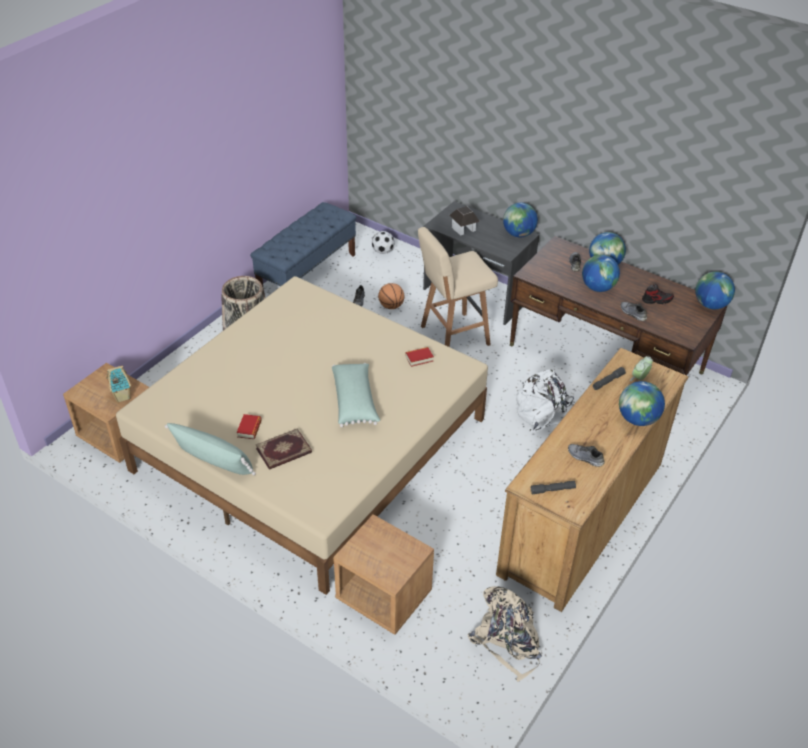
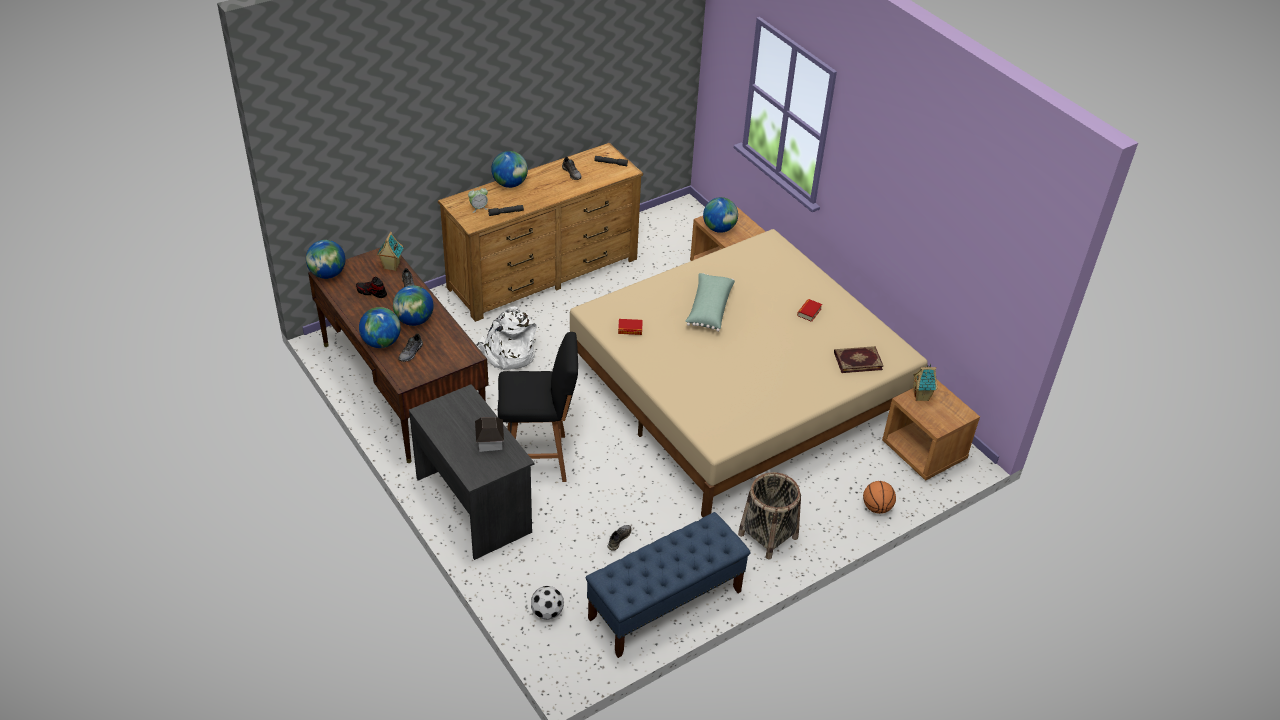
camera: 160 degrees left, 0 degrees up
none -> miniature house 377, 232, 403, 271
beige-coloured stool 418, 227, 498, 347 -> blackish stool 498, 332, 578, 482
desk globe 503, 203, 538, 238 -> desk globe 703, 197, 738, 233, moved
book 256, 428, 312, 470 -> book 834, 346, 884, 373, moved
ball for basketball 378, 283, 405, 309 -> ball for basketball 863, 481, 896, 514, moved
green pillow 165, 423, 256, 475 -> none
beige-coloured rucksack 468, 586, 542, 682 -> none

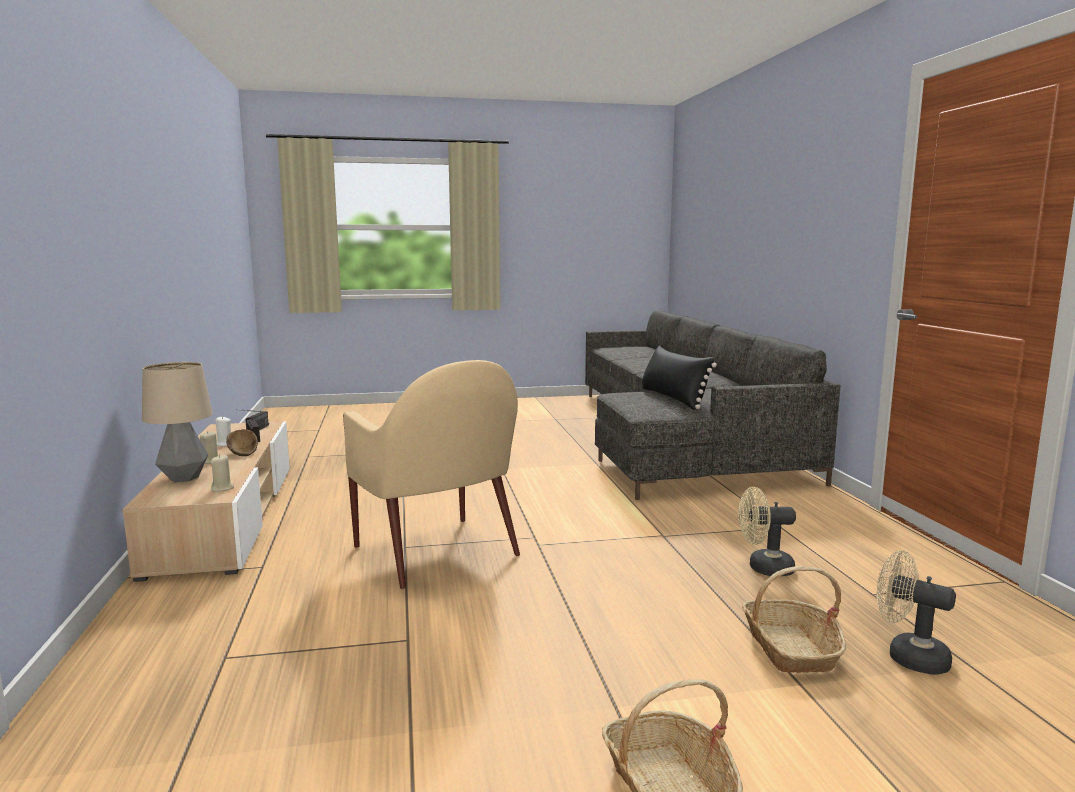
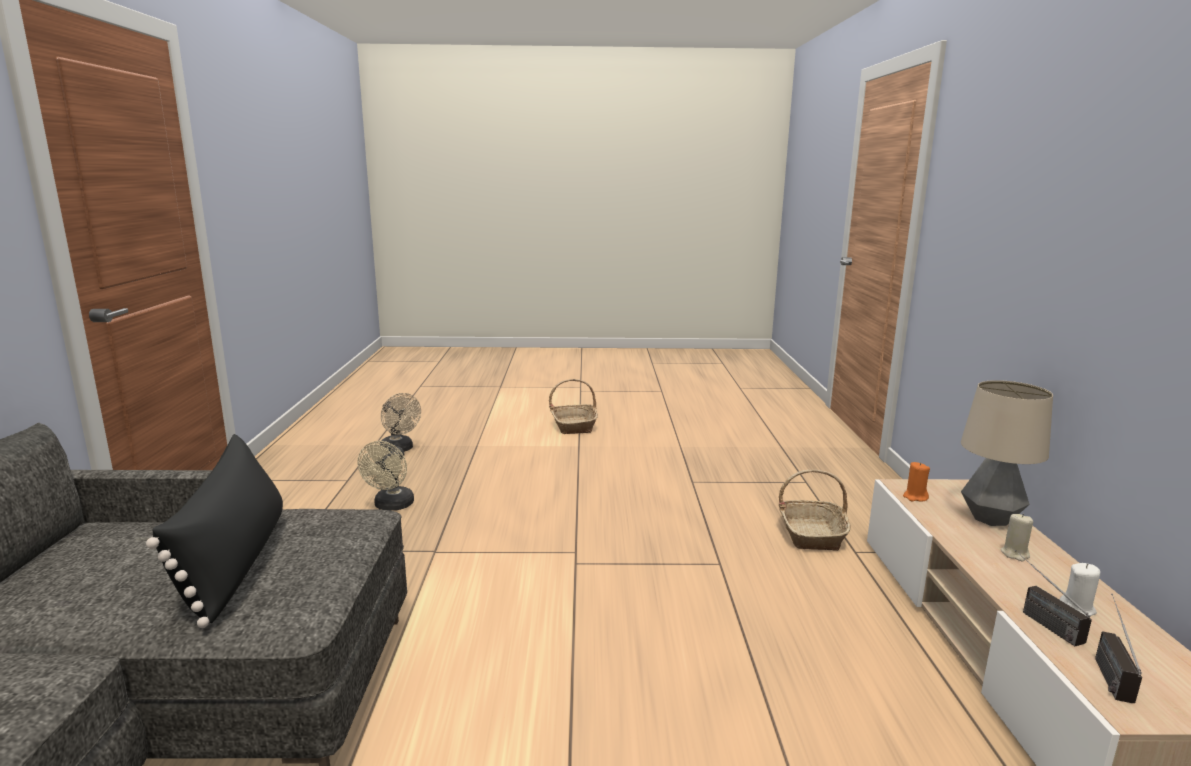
camera: 170 degrees left, 5 degrees up
beige-coloured fan 738, 487, 796, 576 -> beige-coloured fan 357, 441, 414, 511, 90 degrees clockwise
basket 742, 566, 846, 673 -> basket 779, 470, 851, 551, moved
beige-coloured candle 211, 455, 234, 491 -> orange candle 903, 462, 930, 502
brown-coloured serving bowl 226, 429, 258, 456 -> none
beige-coloured lounge chair 343, 360, 520, 589 -> none

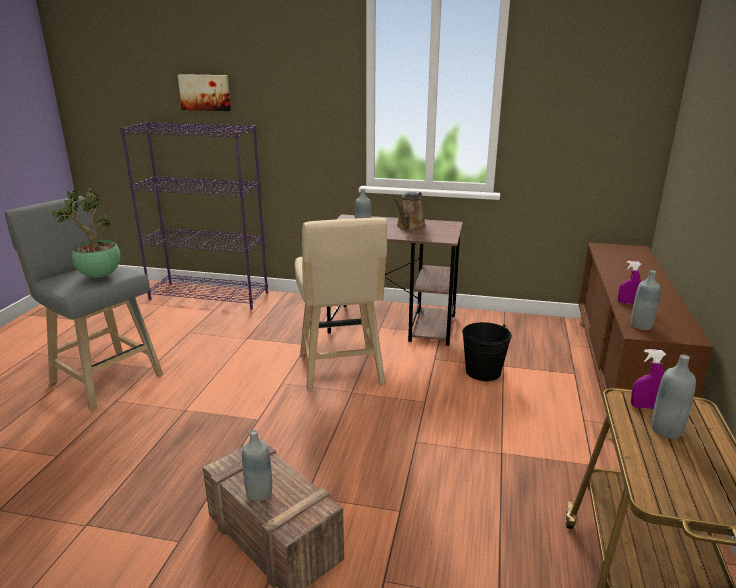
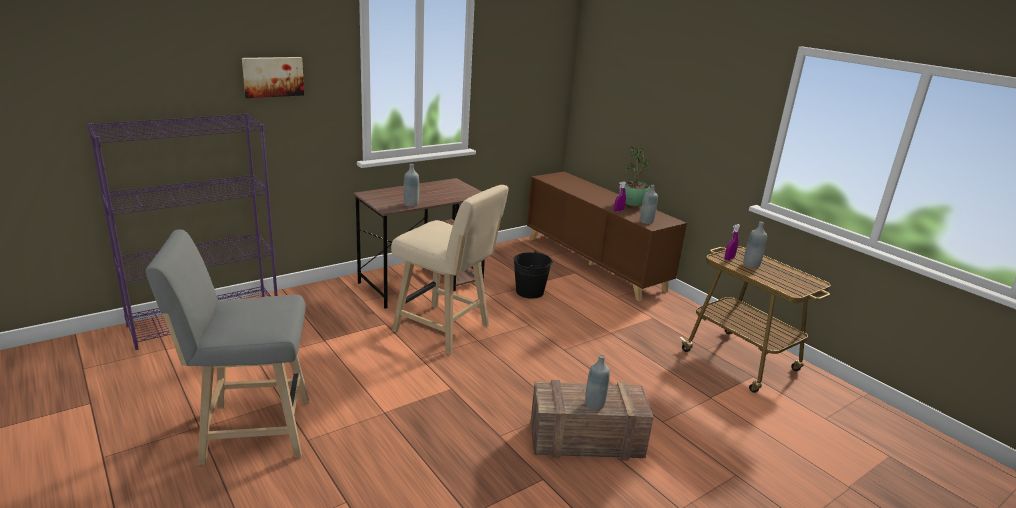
camera: 50 degrees left, 0 degrees up
picture 178, 74, 231, 111 -> picture 242, 57, 304, 98, moved
houseplant 52, 188, 121, 278 -> houseplant 620, 146, 650, 206, moved
brown-coloured watering pot 393, 192, 426, 230 -> none

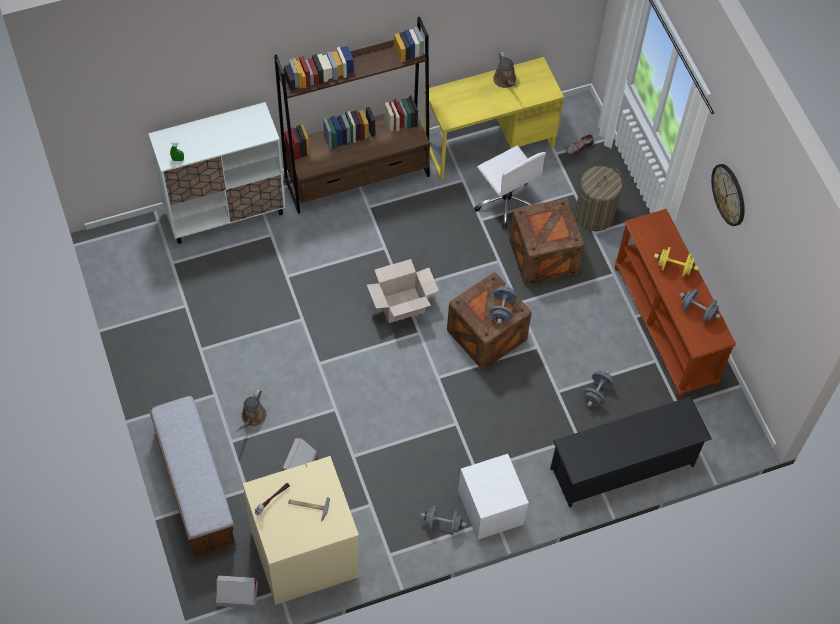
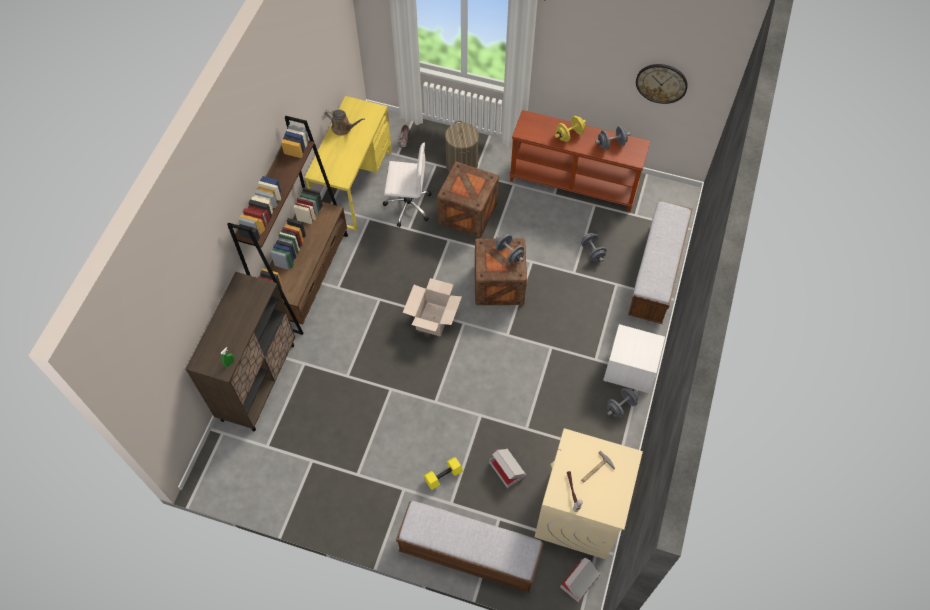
camera: 50 degrees left, 0 degrees up
white-coloured storage cabinet 148, 102, 286, 244 -> brown-coloured storage cabinet 186, 272, 295, 431
brown-coloured watering pot 236, 389, 266, 432 -> yellow free weight 424, 457, 463, 490
blackish shoe stand 550, 396, 712, 508 -> indoor bench 628, 200, 693, 324
clock on the wall 711, 164, 745, 226 -> clock on the wall 636, 64, 688, 104, moved

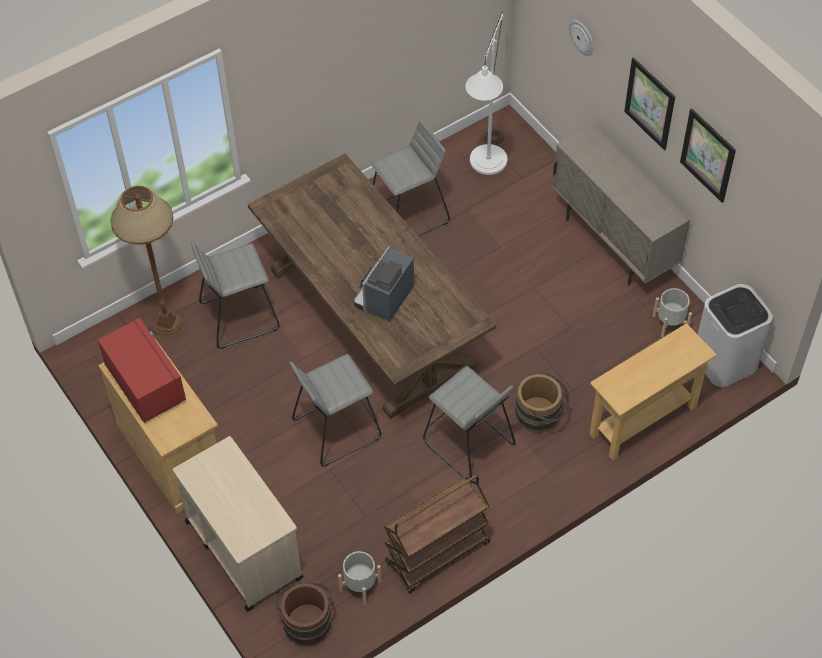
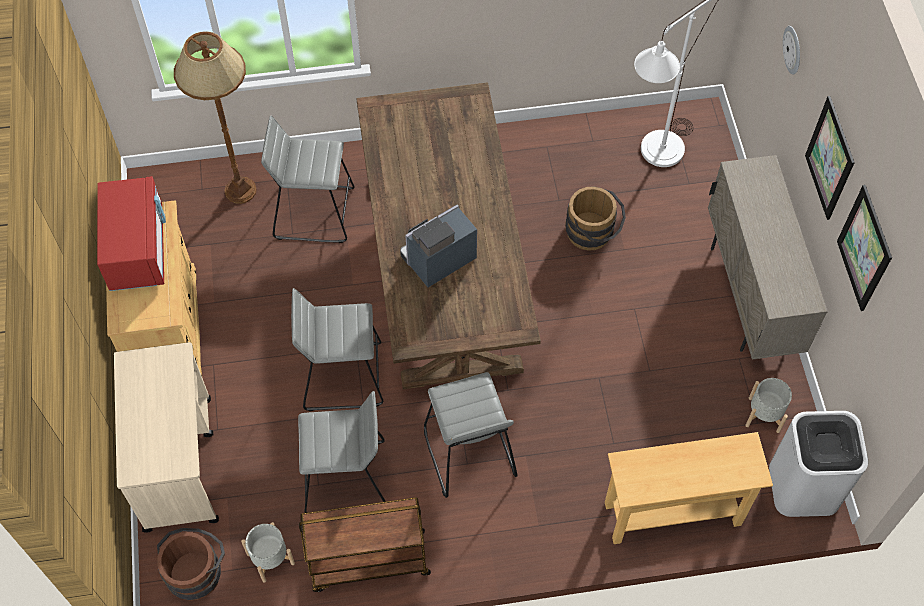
camera: 25 degrees right, 5 degrees up
grey stool 371, 120, 450, 237 -> grey stool 298, 391, 386, 513, moved
brown-coloured pail 515, 373, 570, 433 -> brown-coloured pail 565, 186, 626, 251, moved

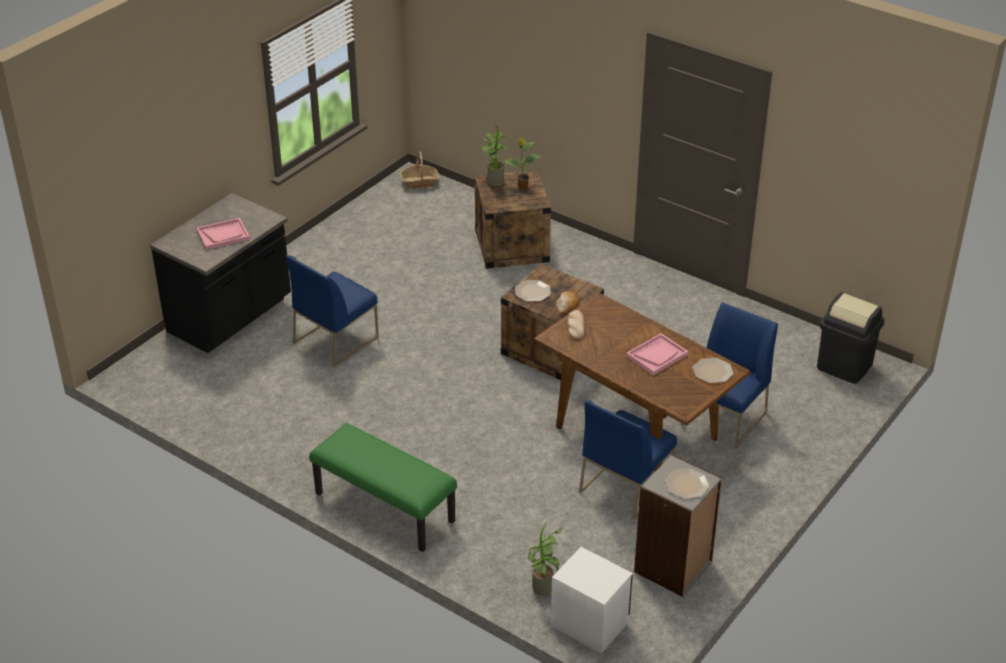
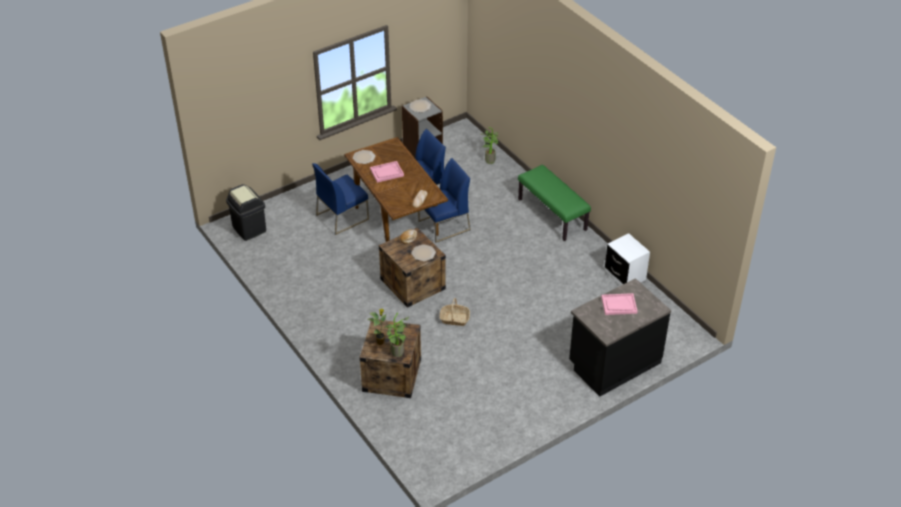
camera: 160 degrees left, 5 degrees up
blue-coloured plain chair 286, 255, 379, 367 -> blue-coloured plain chair 418, 158, 471, 243, moved
basket 400, 151, 439, 189 -> basket 440, 298, 470, 326, moved
white-coloured night table 551, 547, 633, 654 -> white-coloured night table 605, 233, 650, 285, moved

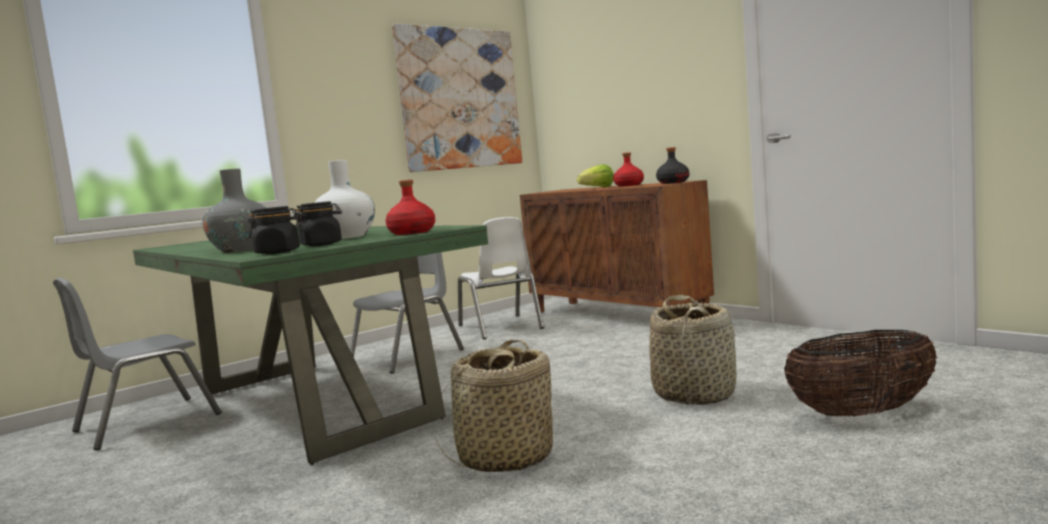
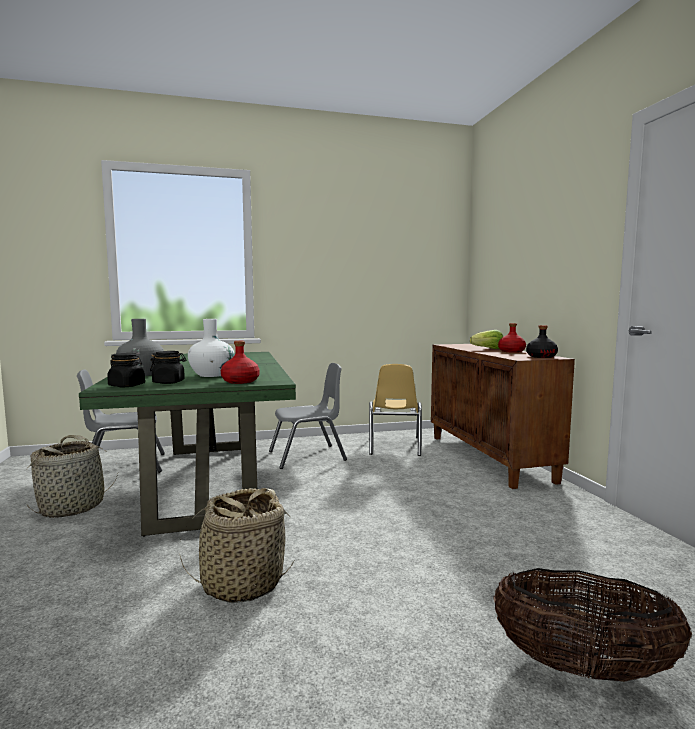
camera: 25 degrees right, 0 degrees up
basket 649, 295, 736, 405 -> basket 27, 435, 118, 518, moved
white-coloured plain chair 458, 217, 544, 339 -> yellow plain chair 369, 364, 422, 456
picture 392, 24, 522, 172 -> none

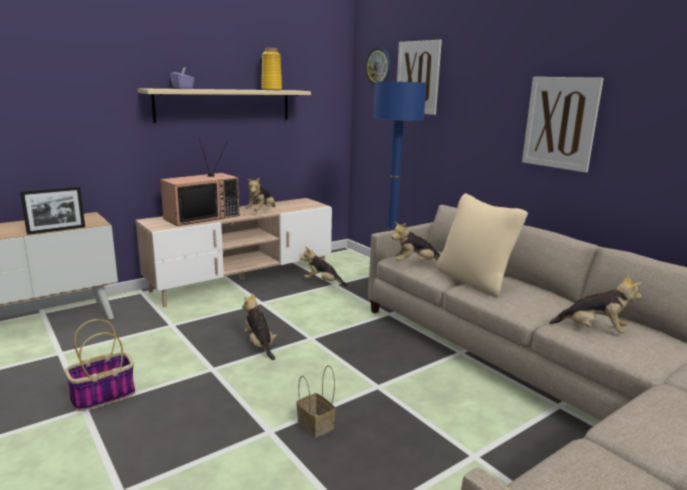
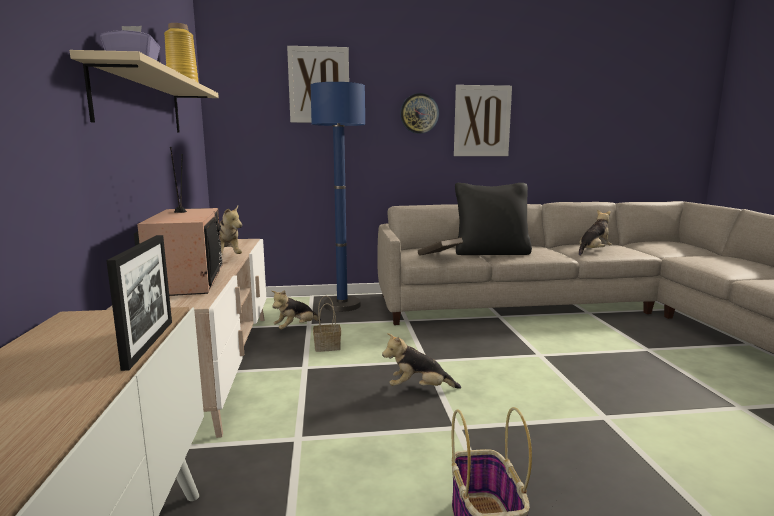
camera: 60 degrees left, 5 degrees down
basket 296, 365, 336, 438 -> basket 313, 296, 341, 352, moved
clock on the wall 366, 48, 391, 85 -> clock on the wall 400, 93, 439, 134, moved
soft toy 392, 222, 440, 261 -> brown-coloured book 418, 237, 464, 256
beige-coloured pillow 436, 193, 528, 297 -> blackish pillow 455, 183, 532, 255

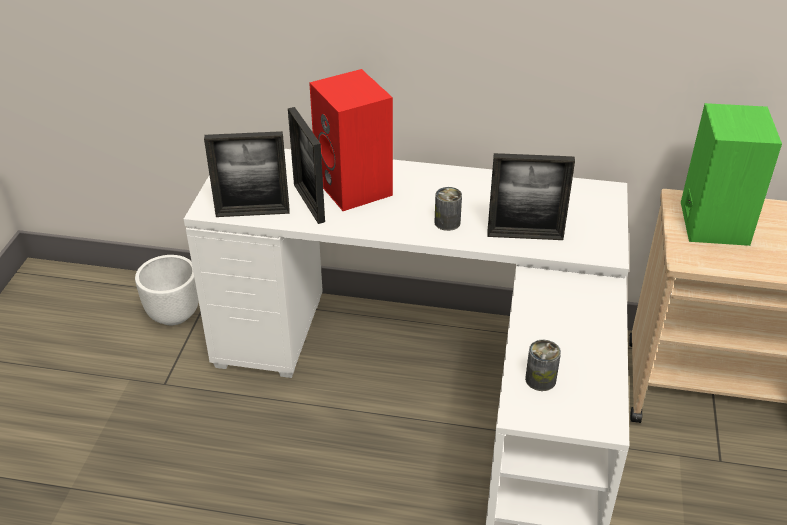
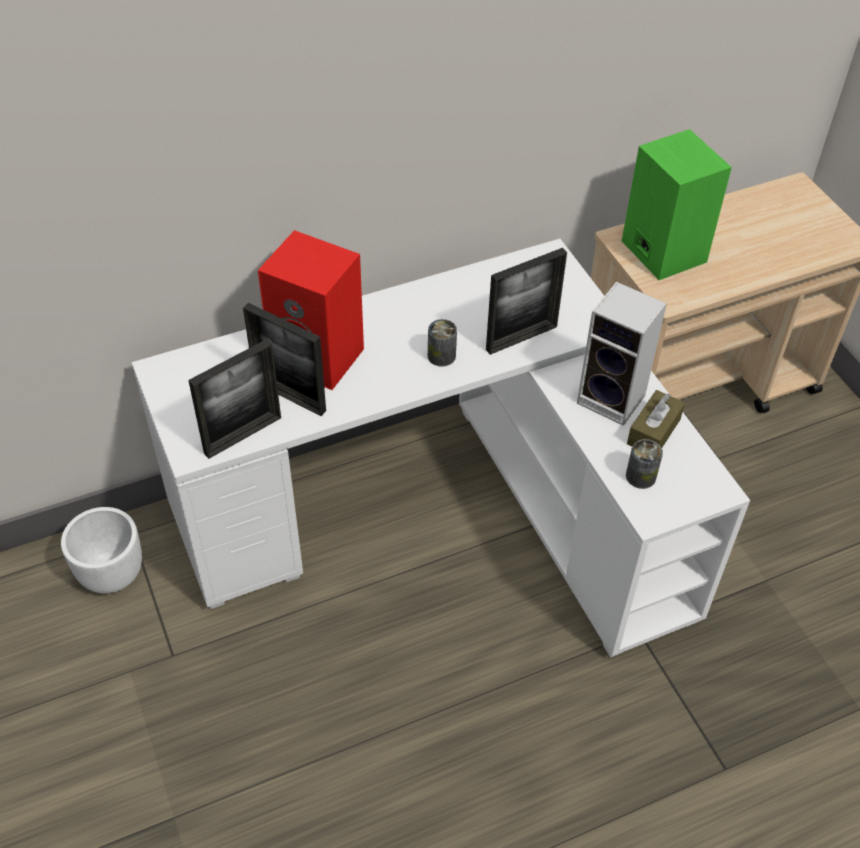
camera: 35 degrees left, 10 degrees up
none -> audio speaker 577, 282, 667, 426
none -> brown-coloured box of tissues 627, 390, 685, 448

